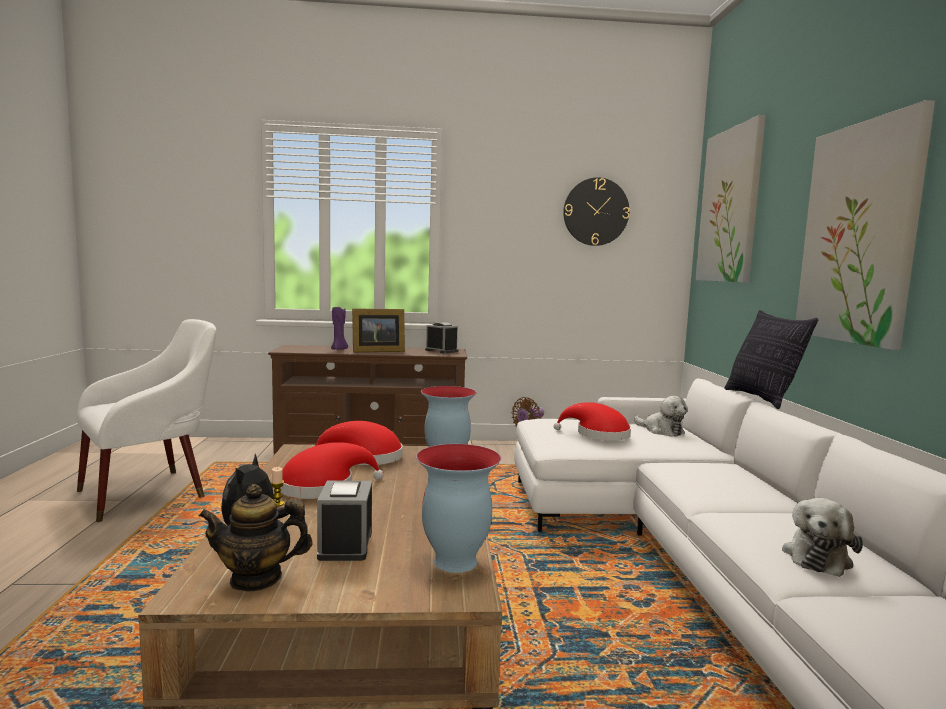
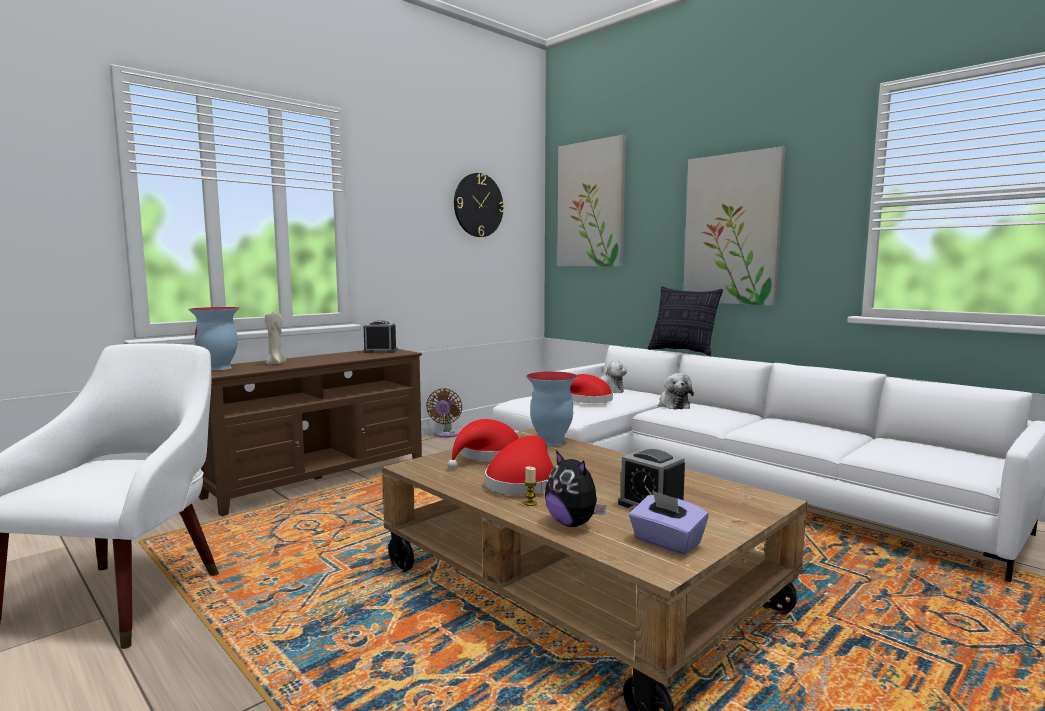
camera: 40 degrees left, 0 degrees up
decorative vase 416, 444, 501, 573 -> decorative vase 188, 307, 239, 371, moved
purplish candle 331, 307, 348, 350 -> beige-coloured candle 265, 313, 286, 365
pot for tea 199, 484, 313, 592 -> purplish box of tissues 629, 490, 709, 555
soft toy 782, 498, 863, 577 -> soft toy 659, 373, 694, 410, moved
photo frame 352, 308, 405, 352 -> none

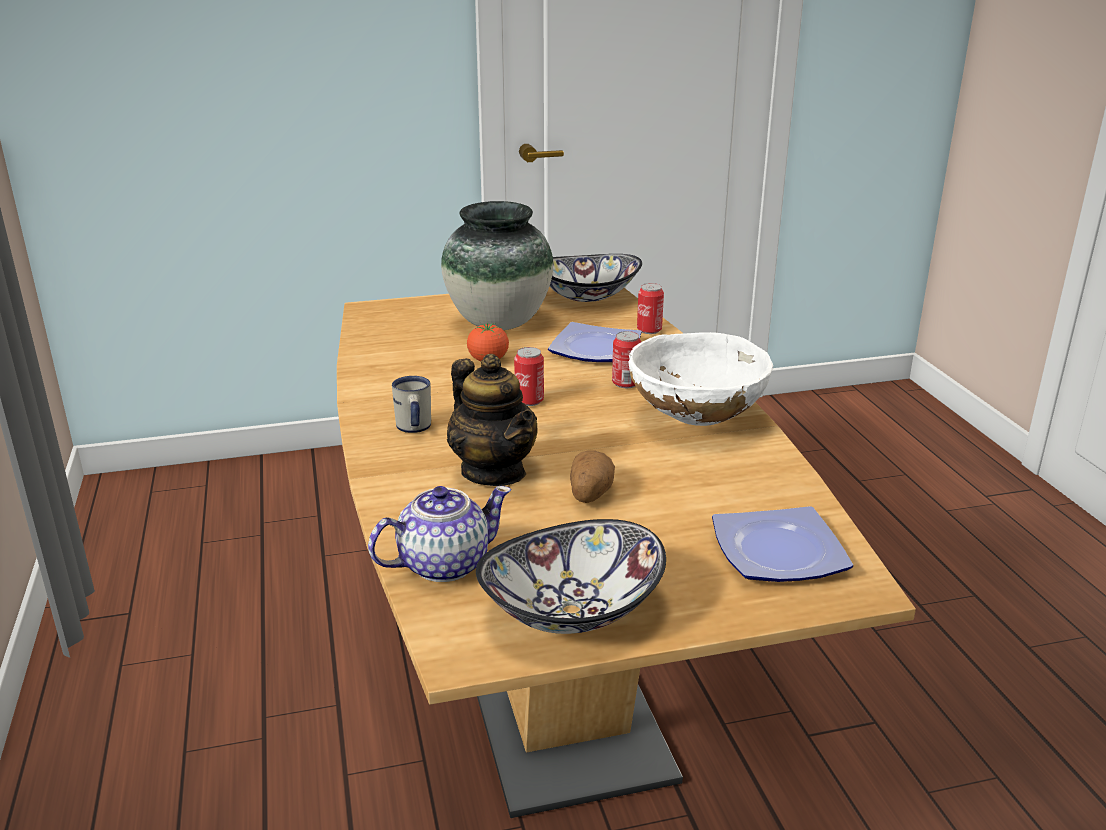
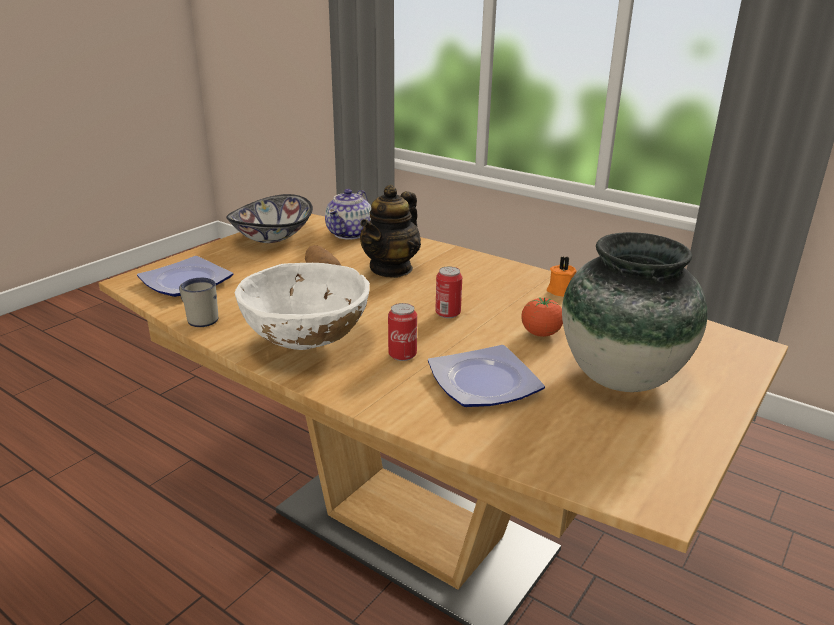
camera: 140 degrees right, 0 degrees up
white-coloured coffee mug 392, 376, 431, 433 -> white-coloured coffee mug 179, 278, 218, 327, moved
pot for tea 447, 354, 538, 486 -> pot for tea 360, 184, 421, 278, 75 degrees counterclockwise
none -> orange candle 547, 256, 577, 297
serving bowl 549, 254, 642, 302 -> none
can 637, 283, 664, 334 -> none

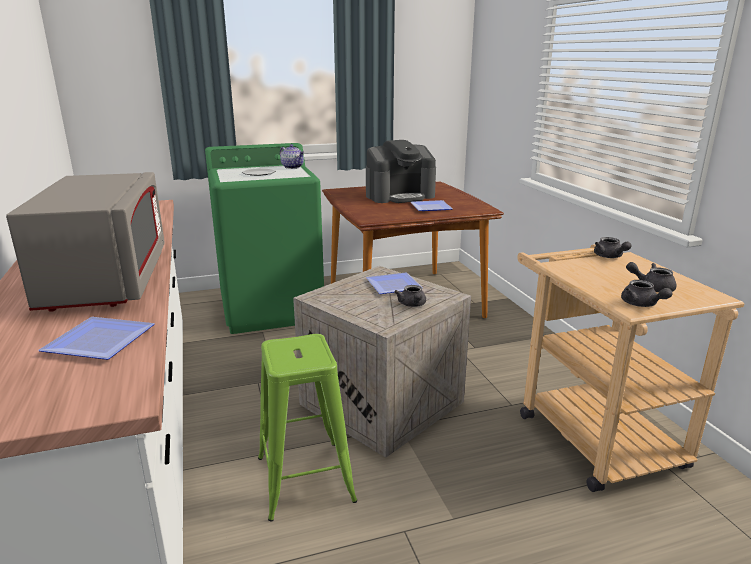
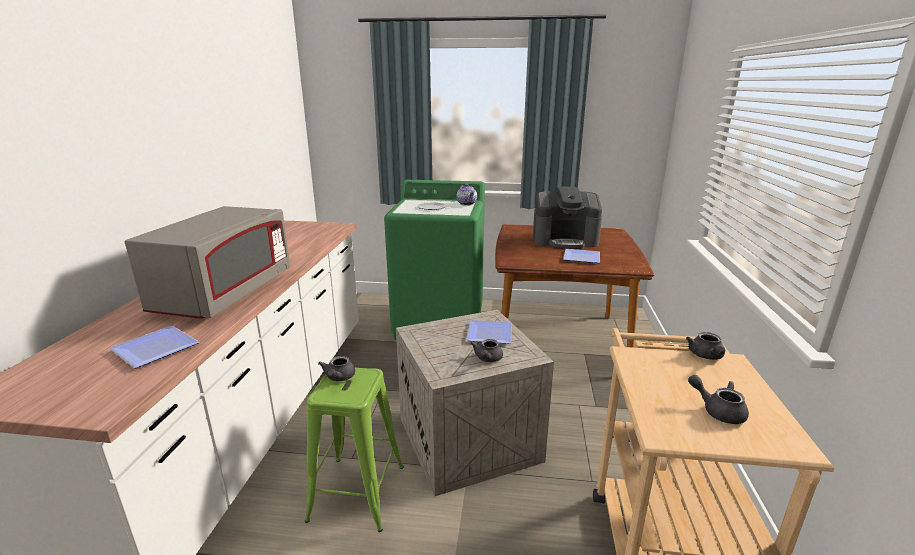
camera: 25 degrees right, 0 degrees up
grey pot for tea 621, 280, 673, 307 -> grey pot for tea 318, 356, 355, 381, moved

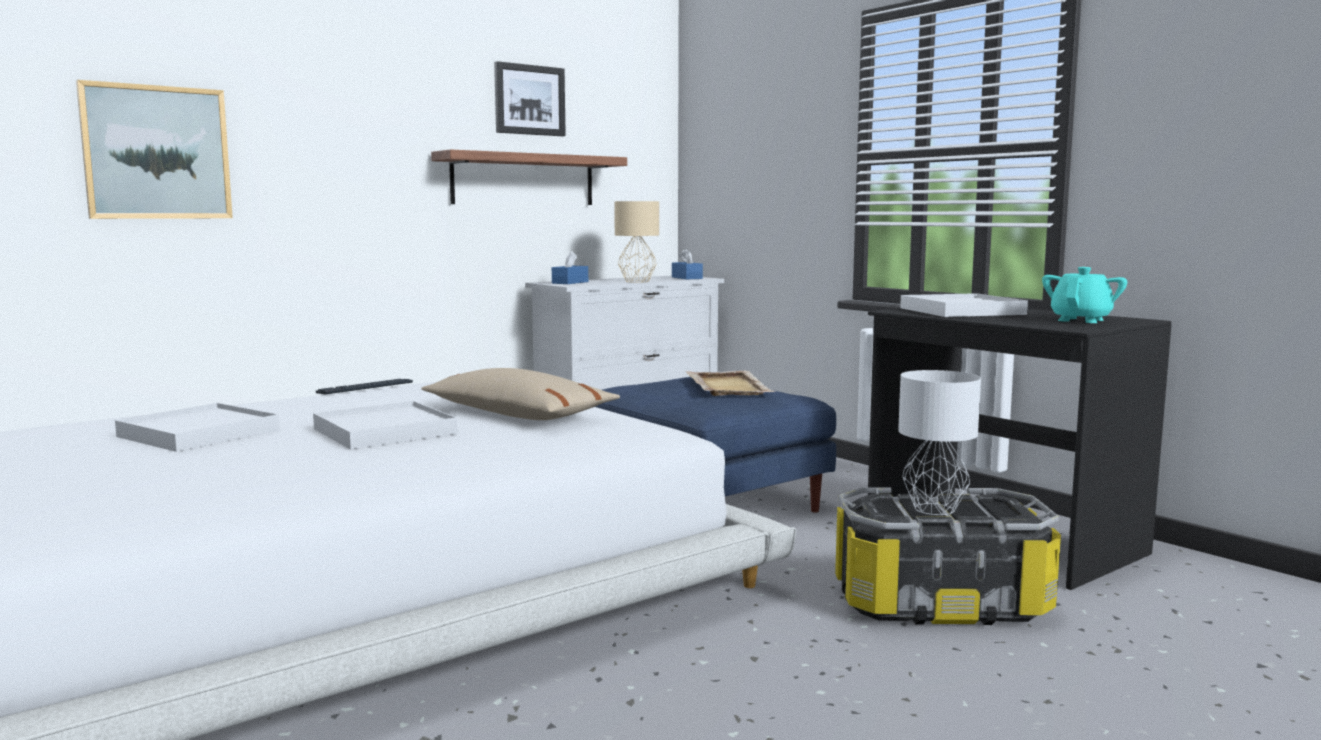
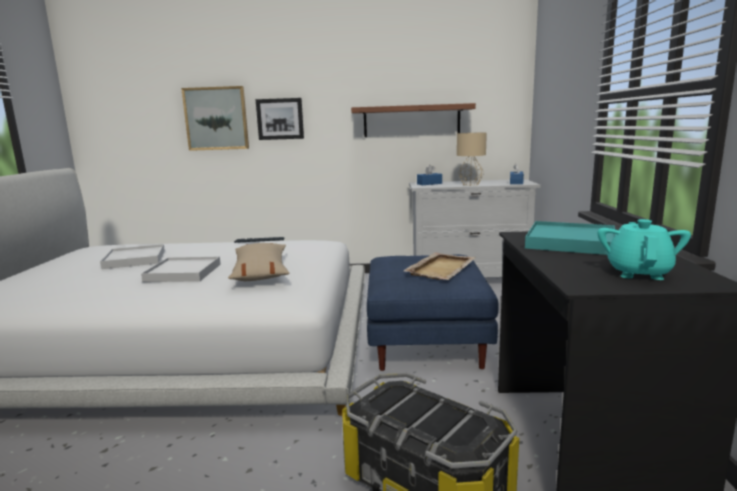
camera: 40 degrees right, 5 degrees up
picture 494, 61, 566, 136 -> picture 256, 98, 304, 140, moved
white-coloured tray 900, 293, 1028, 317 -> turquoise-coloured tray 525, 221, 615, 255
turquoise-coloured pot for tea 1042, 267, 1127, 323 -> turquoise-coloured pot for tea 598, 219, 691, 280, 60 degrees counterclockwise
grey tabletop lamp 898, 370, 981, 515 -> none

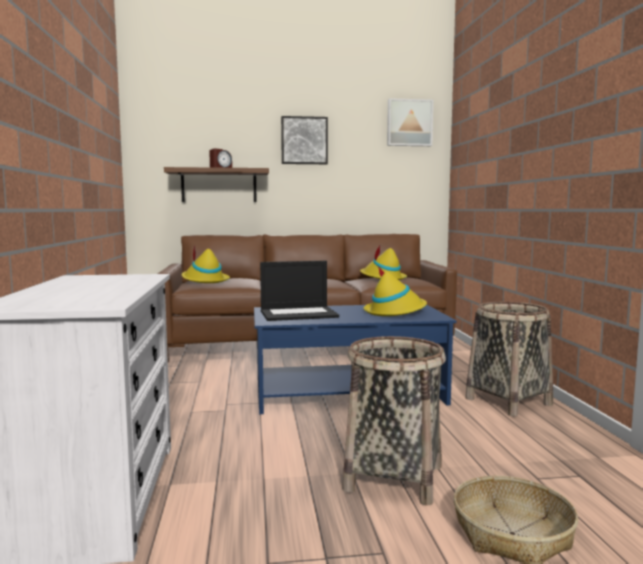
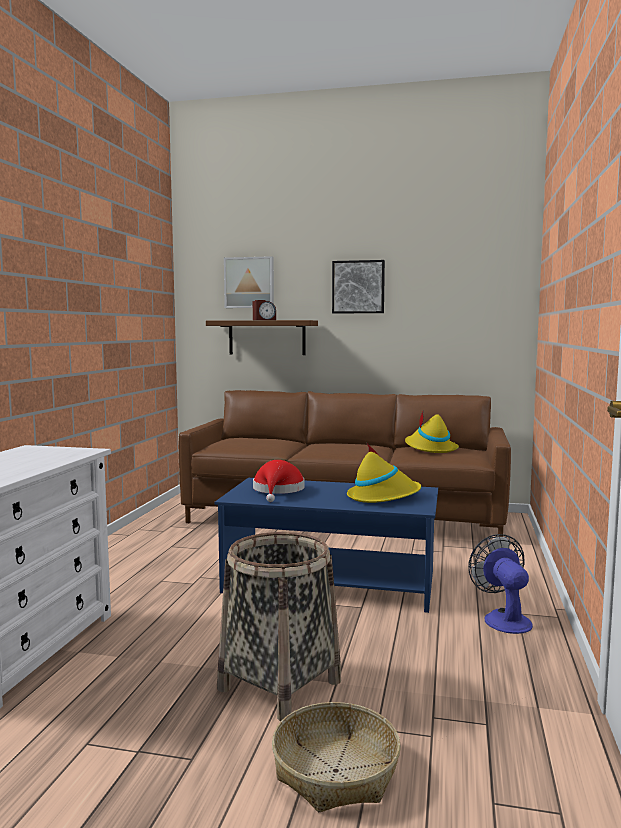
camera: 20 degrees right, 0 degrees up
picture 387, 98, 433, 146 -> picture 224, 256, 274, 308, moved
laptop 260, 261, 339, 321 -> red-coloured wearable hat 253, 460, 305, 502
basket 465, 302, 553, 417 -> fan 468, 534, 533, 634
yellow wearable hat 182, 245, 230, 283 -> none

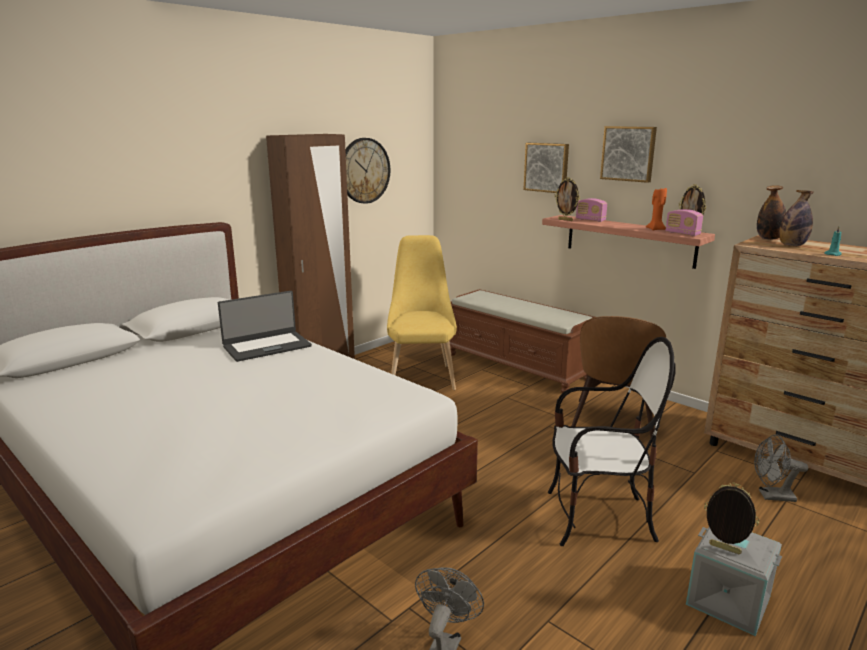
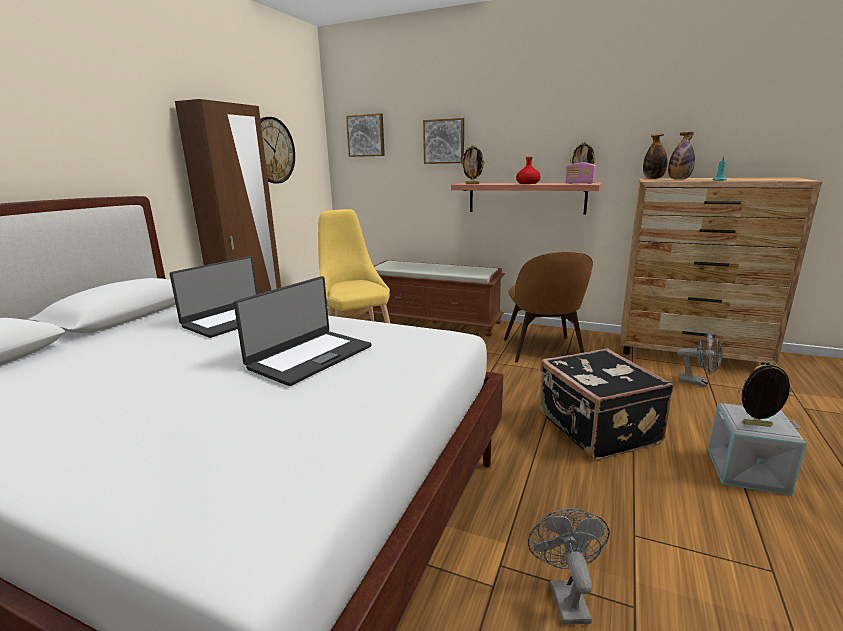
camera: 20 degrees left, 0 degrees up
none -> laptop 234, 276, 372, 386
picture 600, 126, 657, 183 -> picture 346, 113, 385, 157, moved
none -> red-coloured drink bottle 516, 157, 541, 184
plain chair 548, 337, 676, 546 -> blackish suitcase 539, 348, 674, 460
grey fan 754, 434, 808, 502 -> grey fan 677, 332, 722, 387, 135 degrees counterclockwise
radio set 576, 198, 607, 222 -> none
orange candle 646, 187, 667, 230 -> none

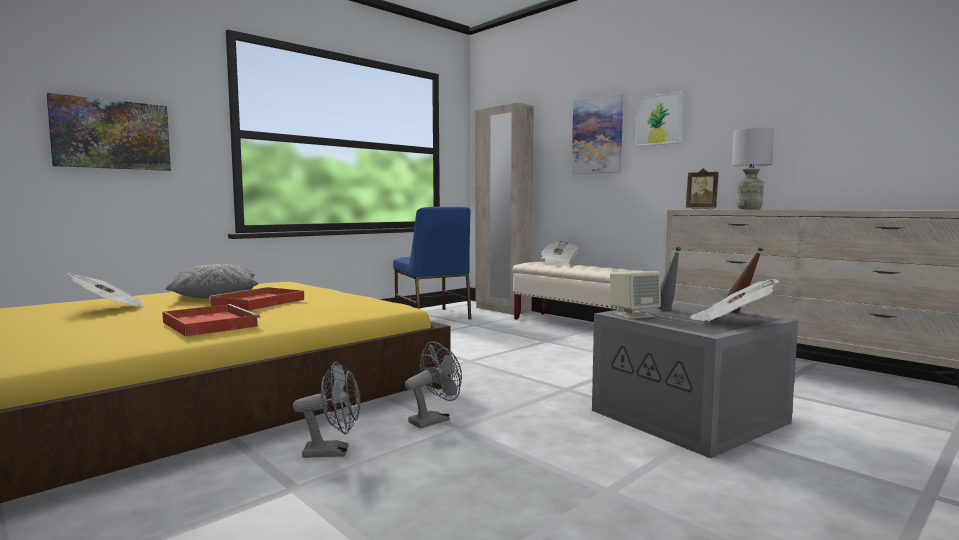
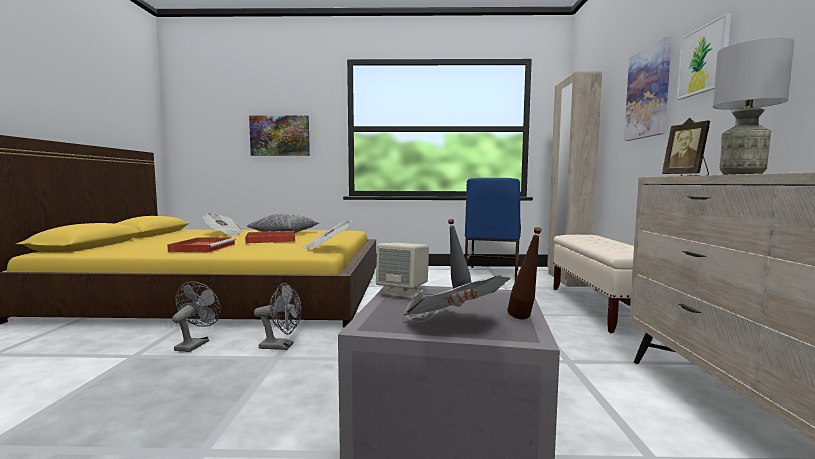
camera: 45 degrees right, 0 degrees up
grey fan 293, 362, 360, 458 -> grey fan 172, 282, 221, 352, 120 degrees counterclockwise
printed paper 541, 241, 579, 266 -> printed paper 302, 220, 352, 249, moved

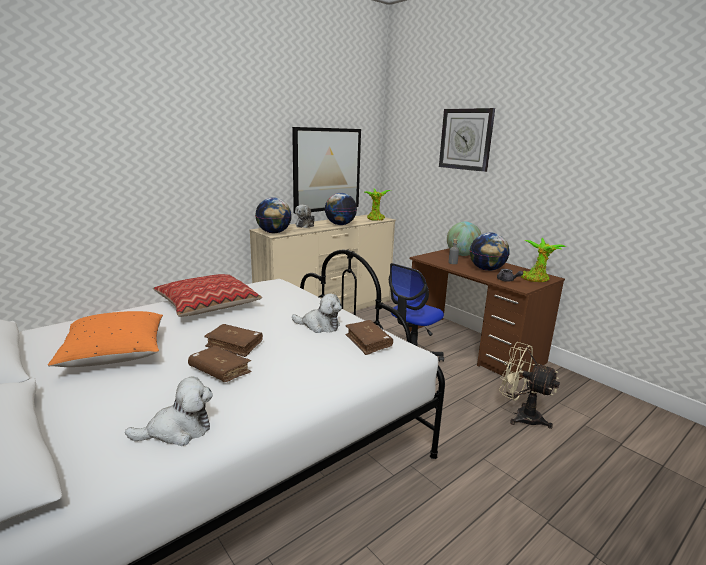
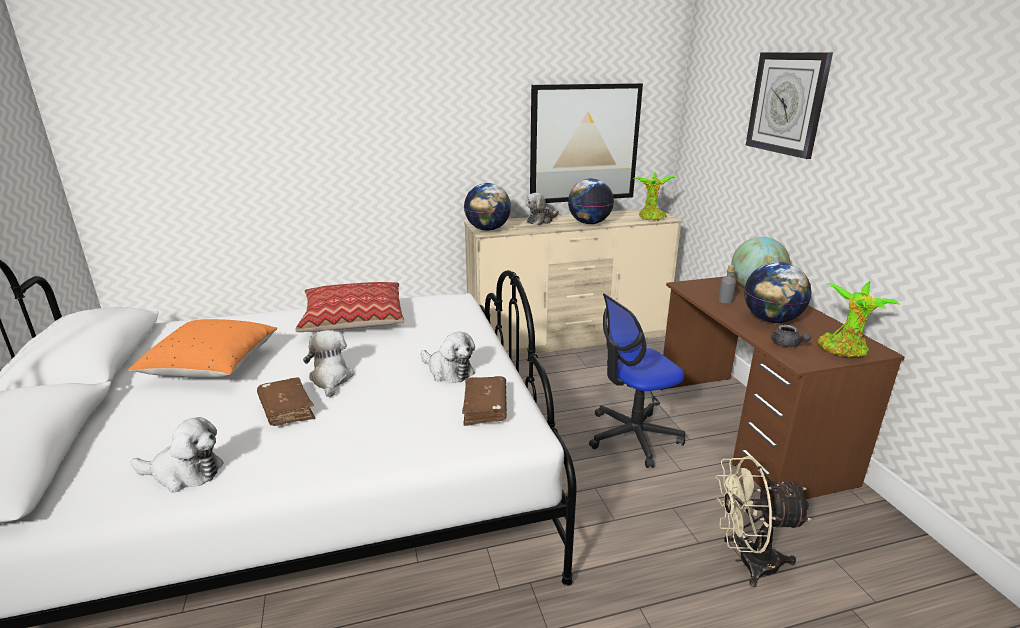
camera: 25 degrees right, 5 degrees up
brown-coloured book 204, 324, 263, 357 -> soft toy 303, 330, 354, 398
beige-coloured fan 499, 342, 560, 429 -> beige-coloured fan 715, 456, 811, 587, 60 degrees counterclockwise

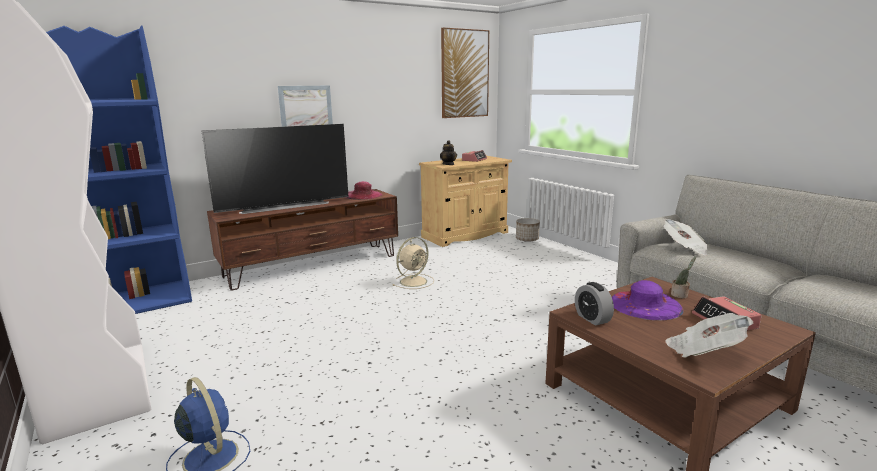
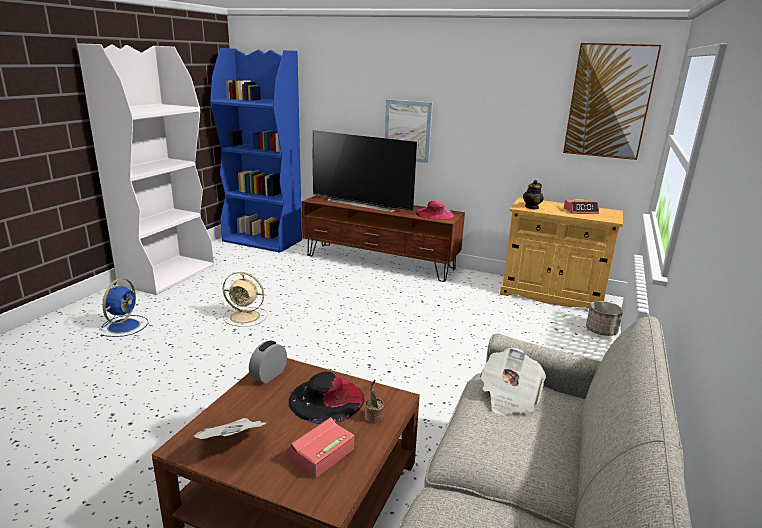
camera: 55 degrees right, 5 degrees up
beige-coloured fan 393, 237, 434, 289 -> beige-coloured fan 223, 272, 268, 327, moved
purplish wearable hat 612, 280, 684, 321 -> blackish wearable hat 288, 372, 364, 424

